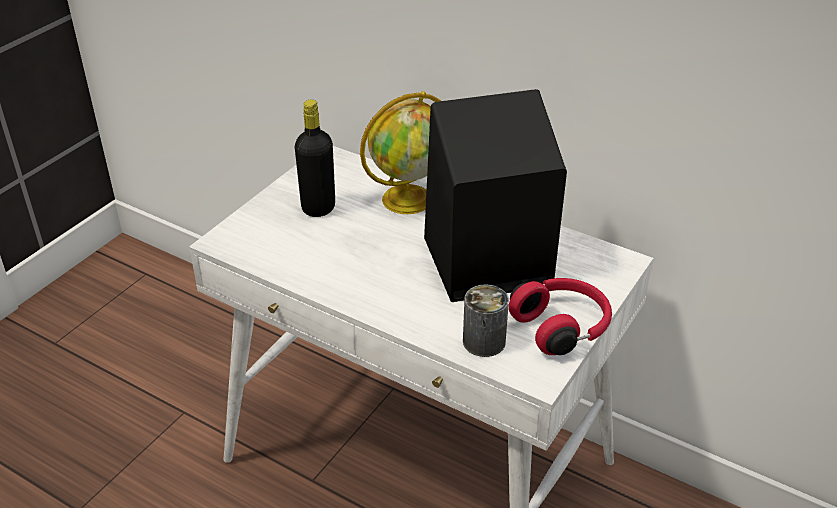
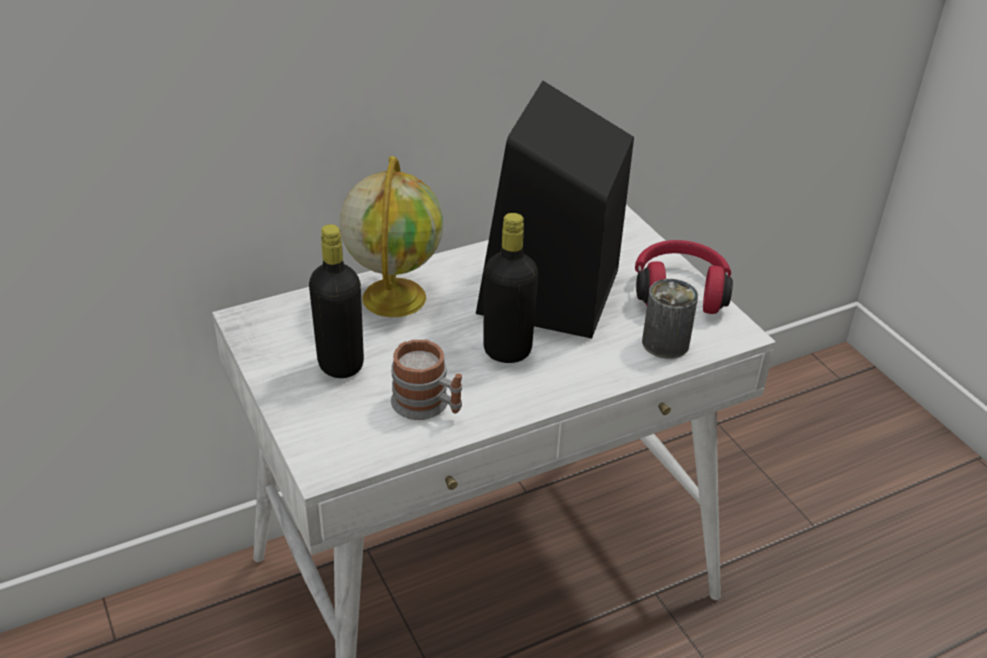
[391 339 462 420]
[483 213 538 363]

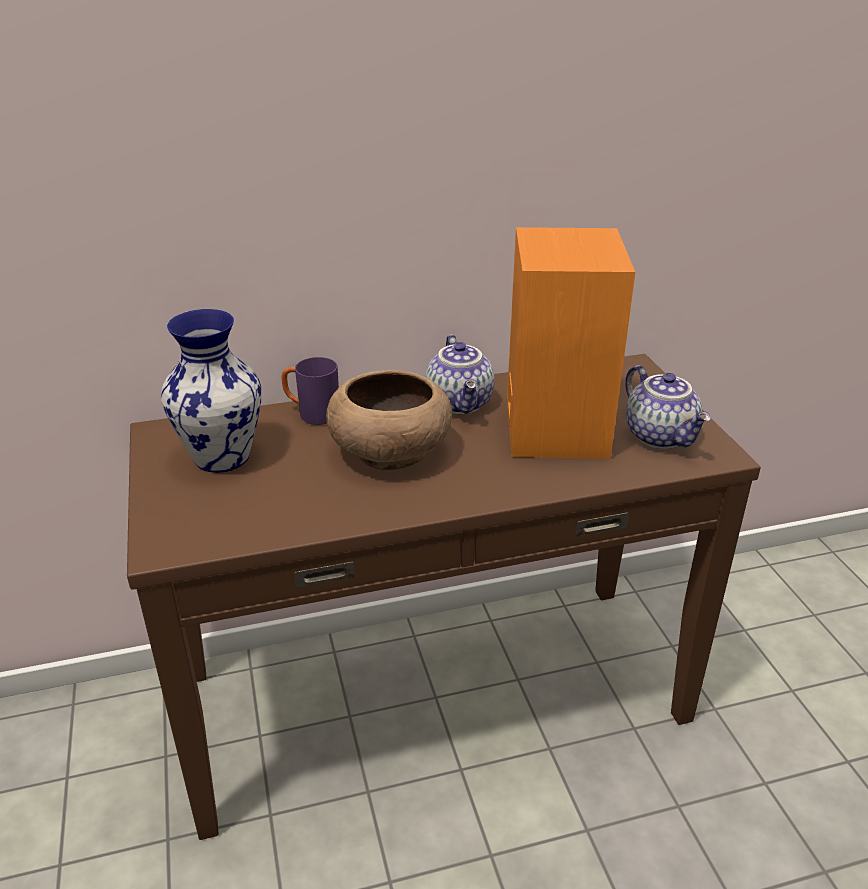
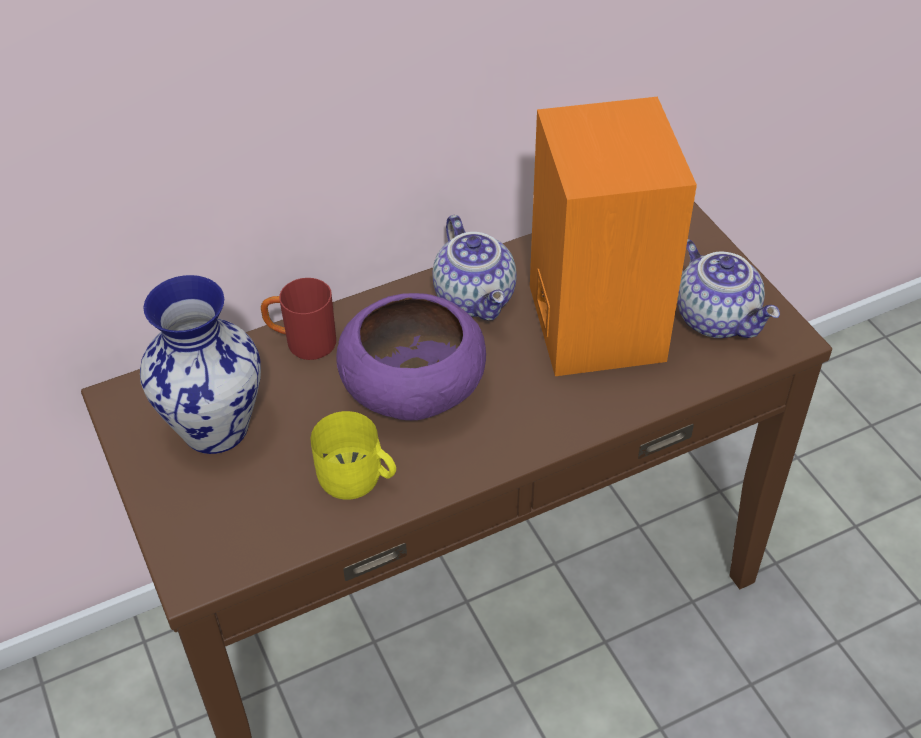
[261 278 336 360]
[336 293 486 420]
[311 411 396 500]

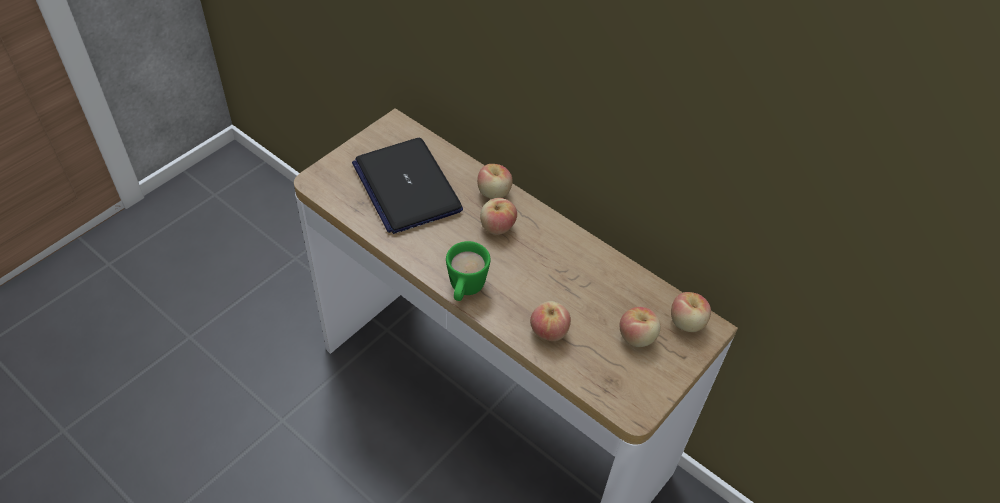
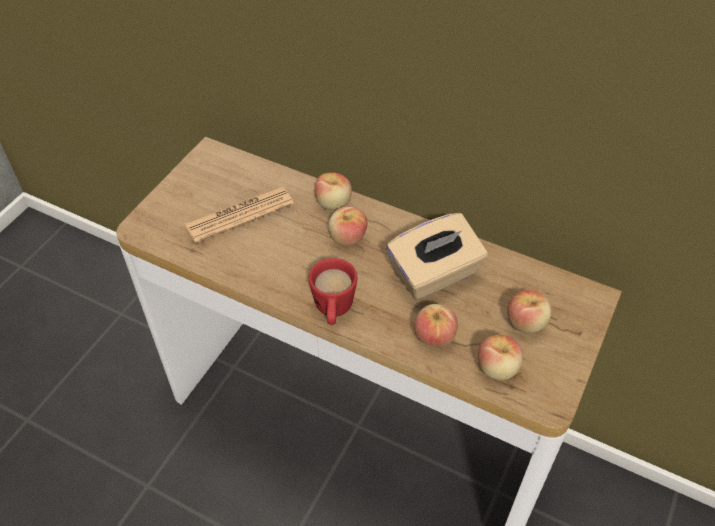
[185 187 294 243]
[309 258 357 325]
[478 335 523 380]
[386 213 487 300]

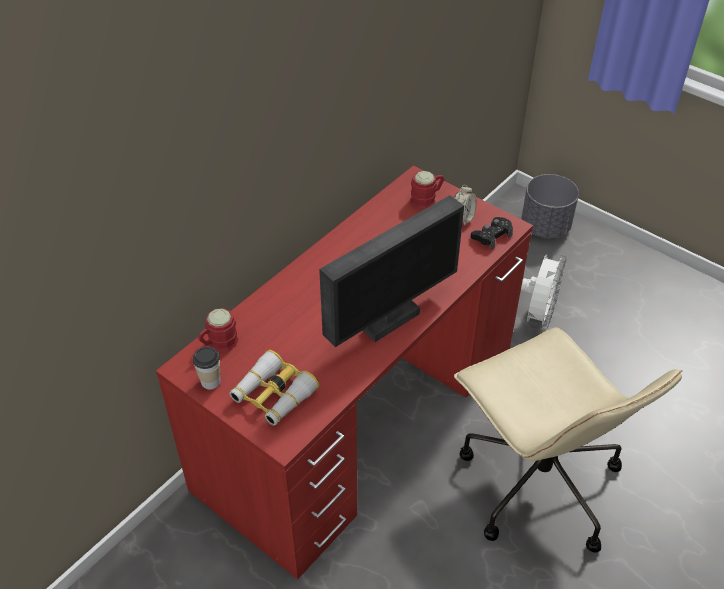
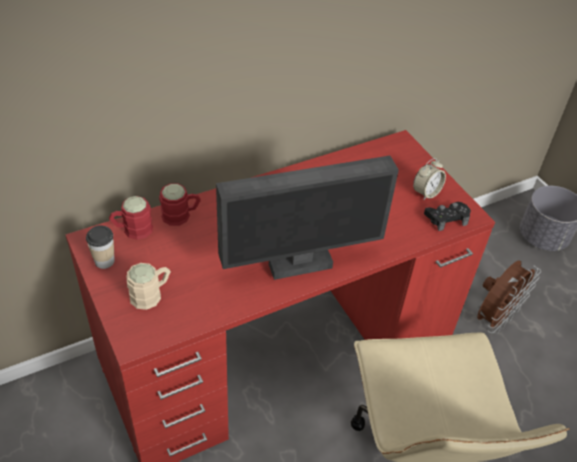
[126 263 171 310]
[159 184 201 226]
[477 260 541 334]

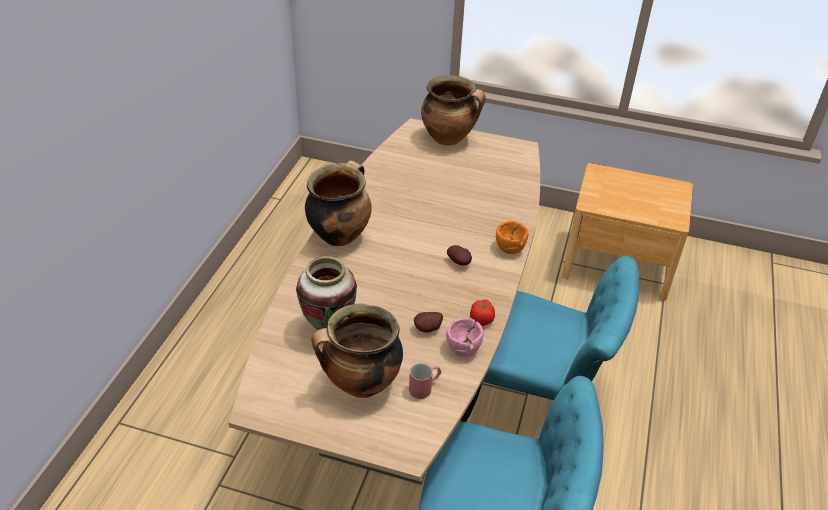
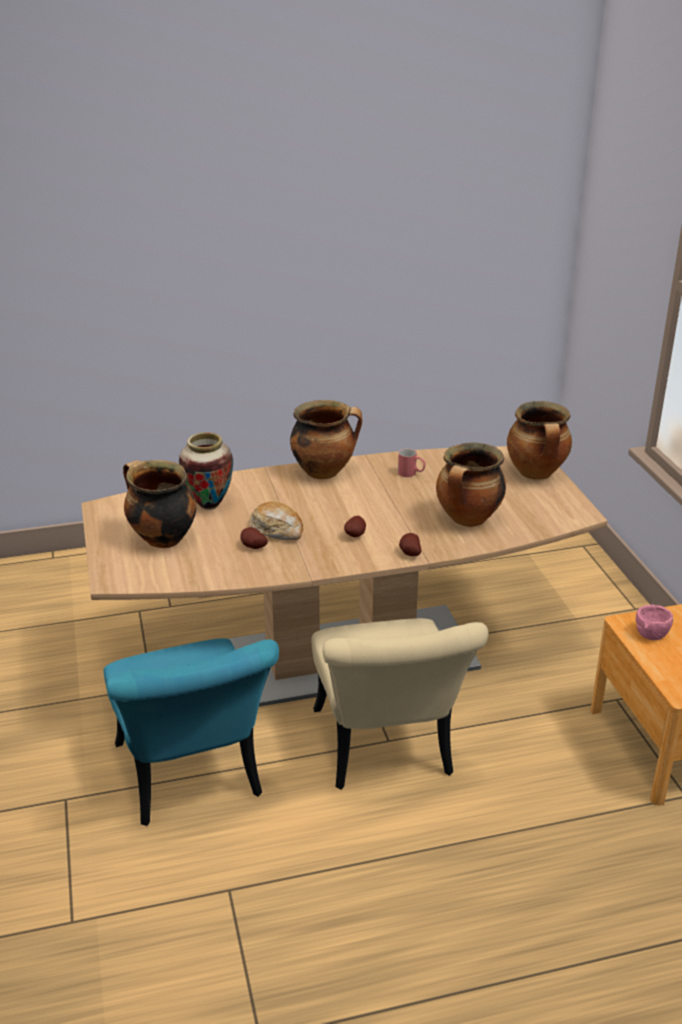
[398 448 426 477]
[636 605 673 640]
[311 618 489 790]
[470 299 495 326] (first image)
[399 533 421 556]
[249 502 303 540]
[436 443 506 527]

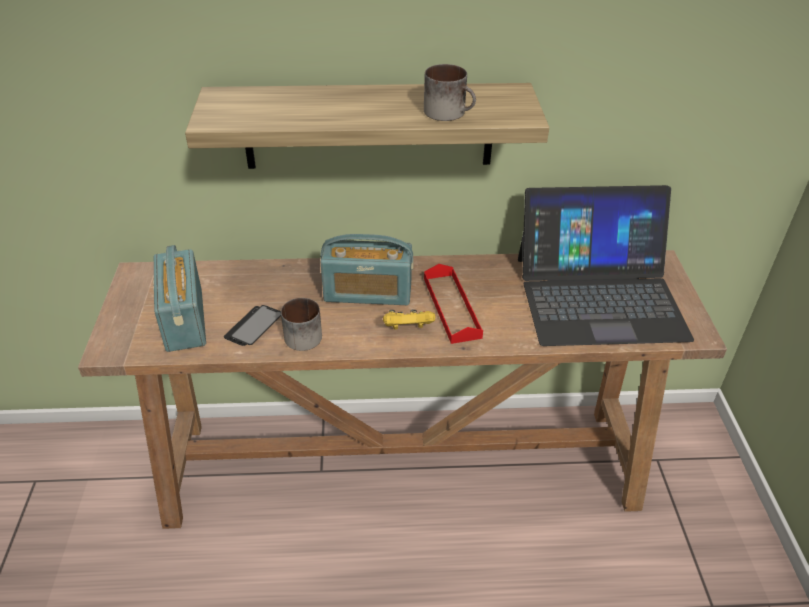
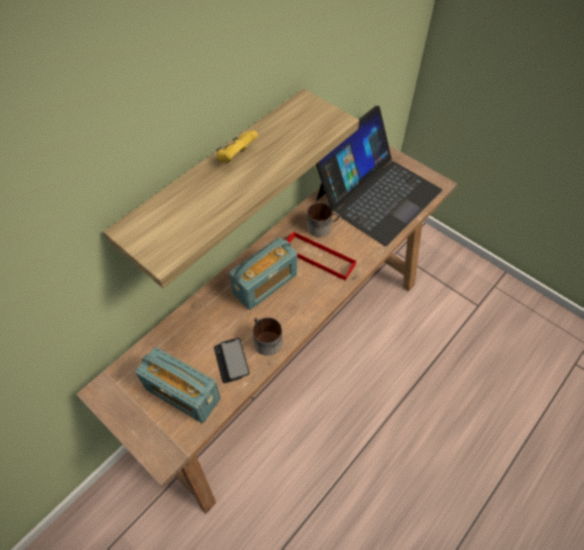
[216 130 258 163]
[307 202 340 237]

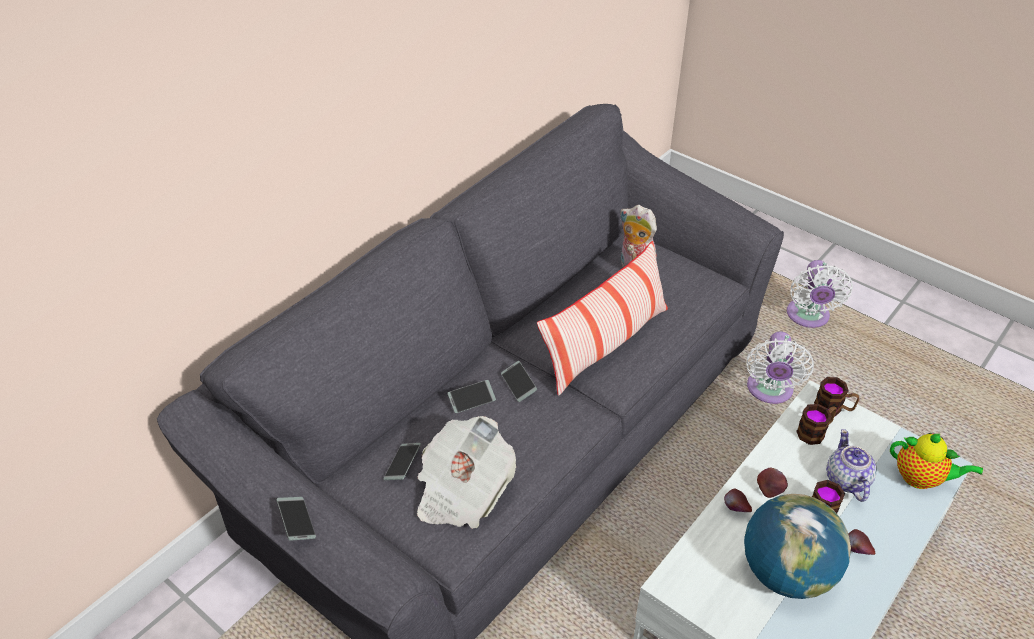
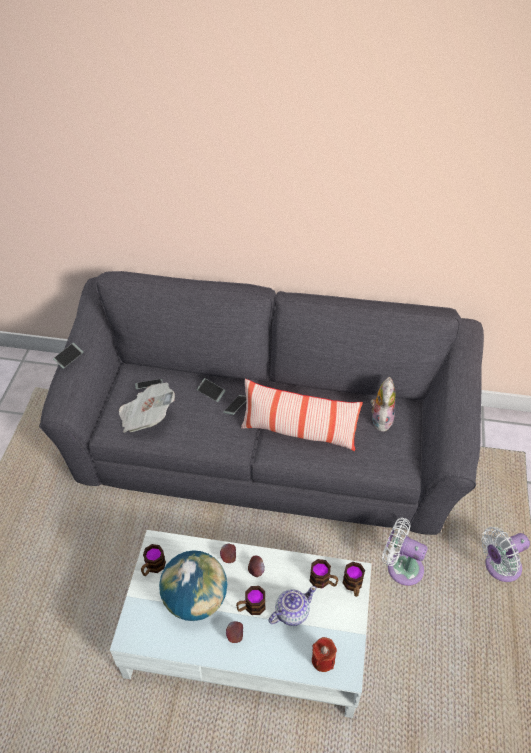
[382 518 428 586]
[312 637 337 672]
[141 544 166 576]

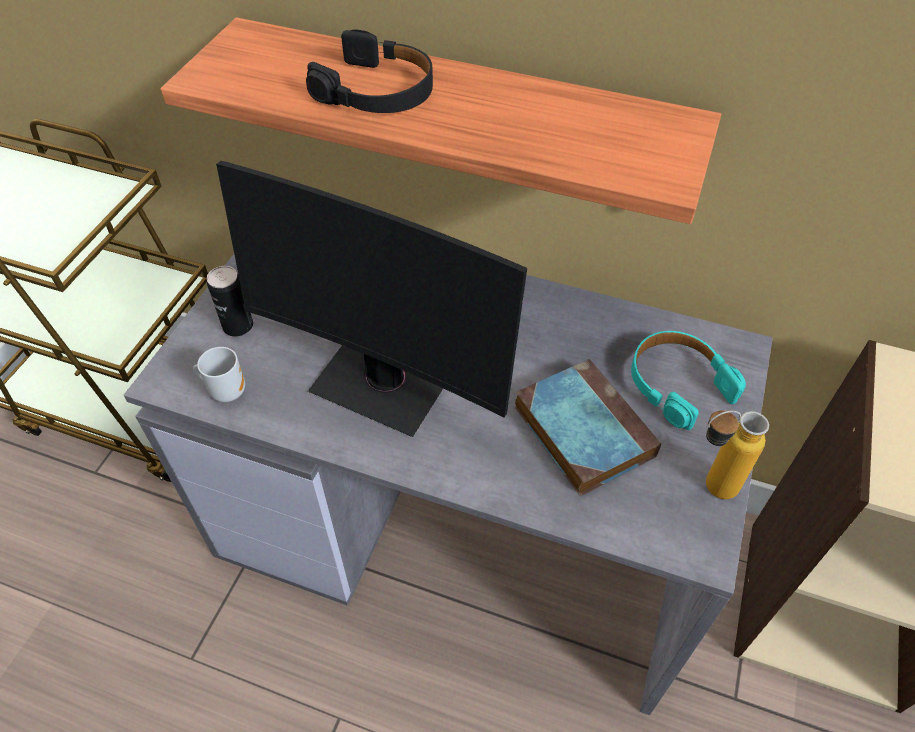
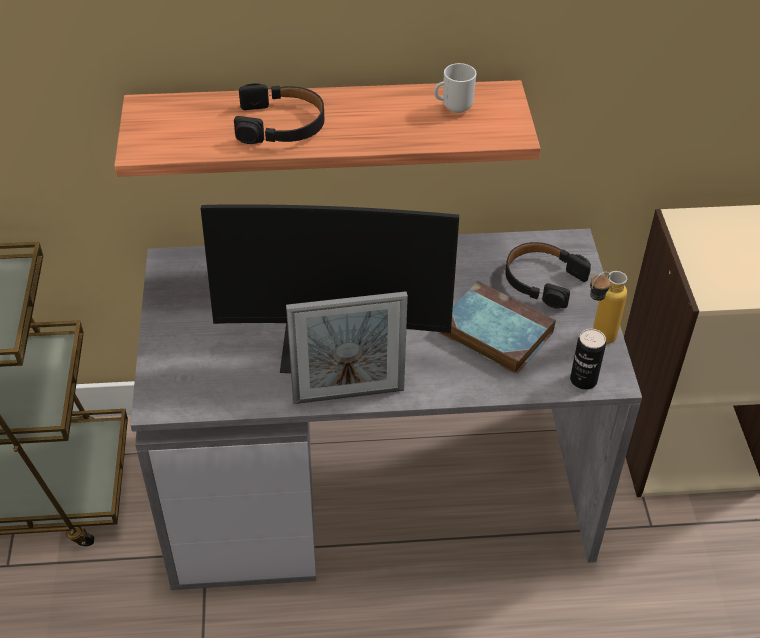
[434 63 476 113]
[570 329 606 390]
[505 242 591 309]
[286 291 408 404]

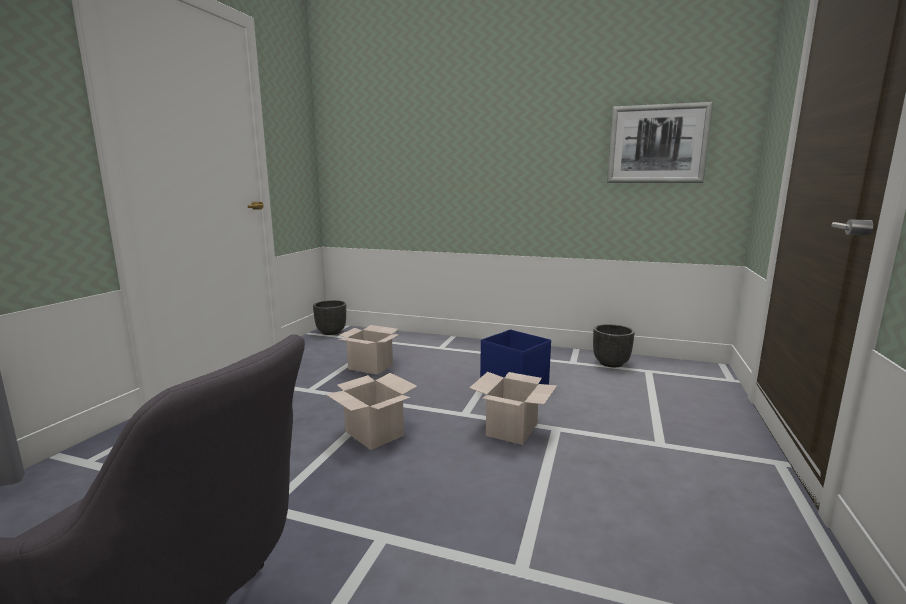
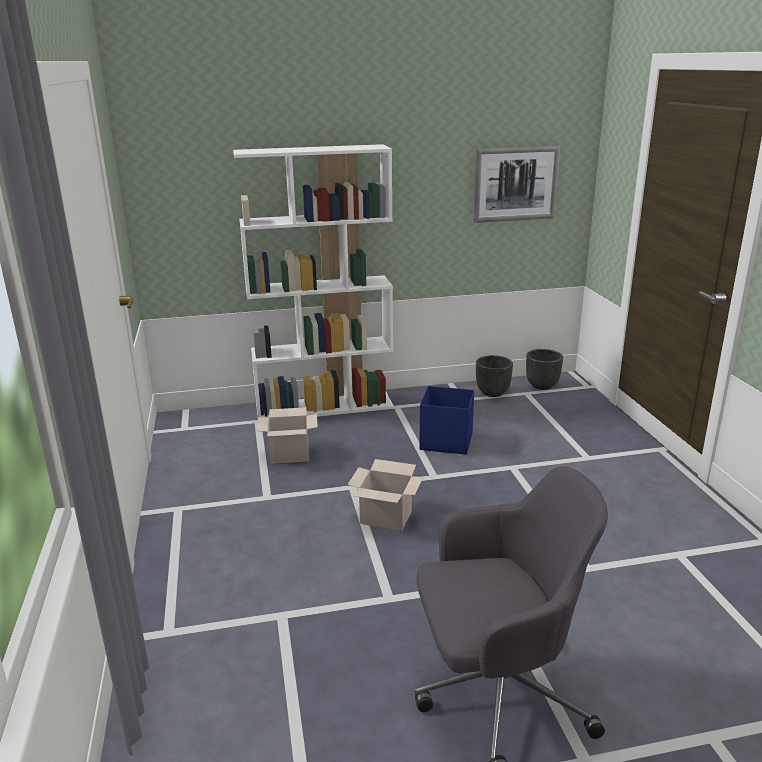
[526 349 563 390]
[470 372 557 445] (first image)
[233 144 394 418]

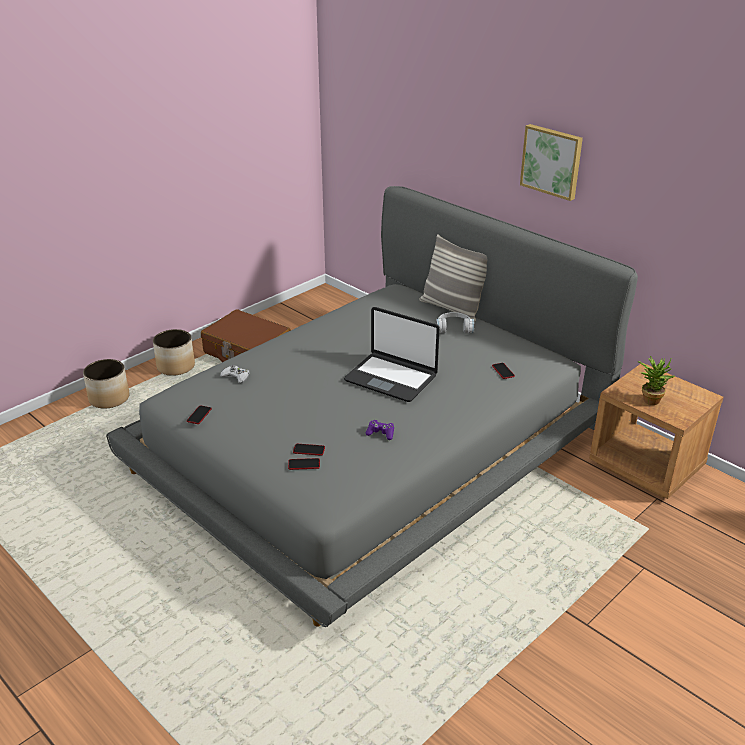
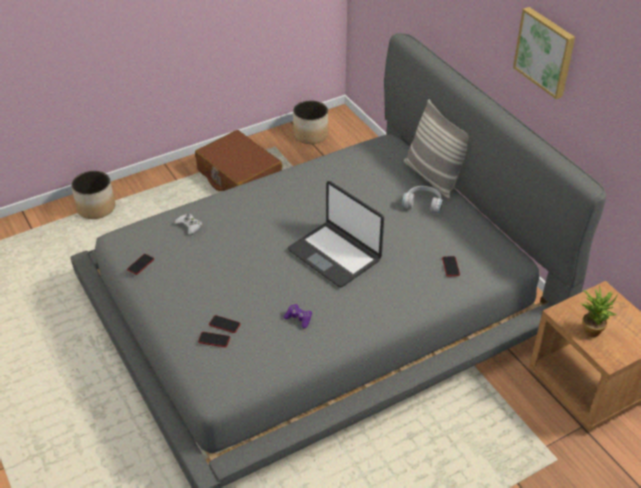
[293 101 328 144]

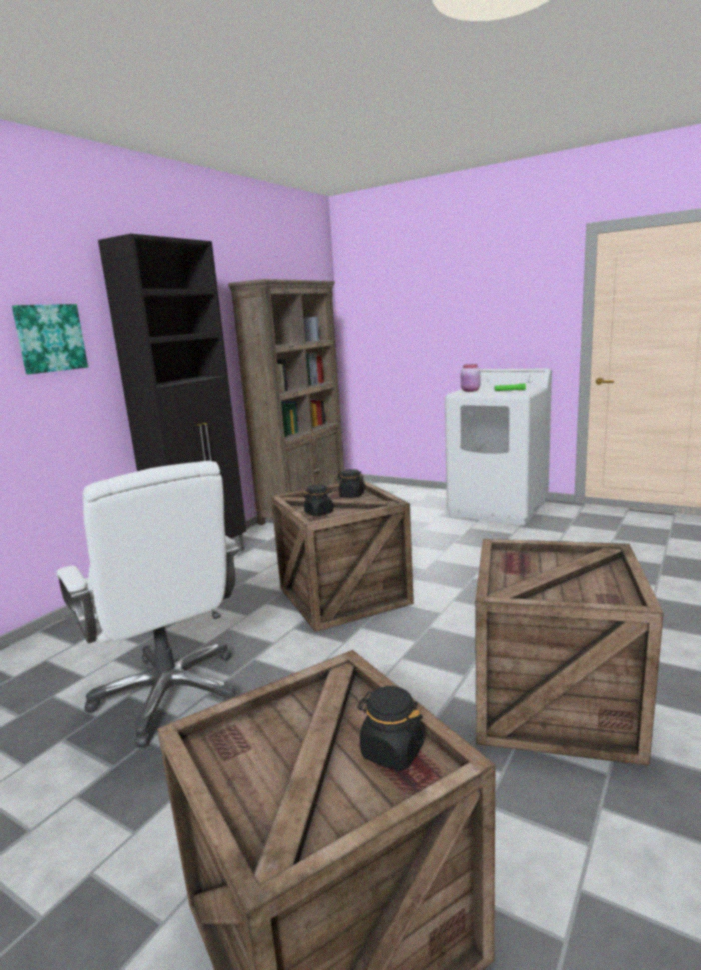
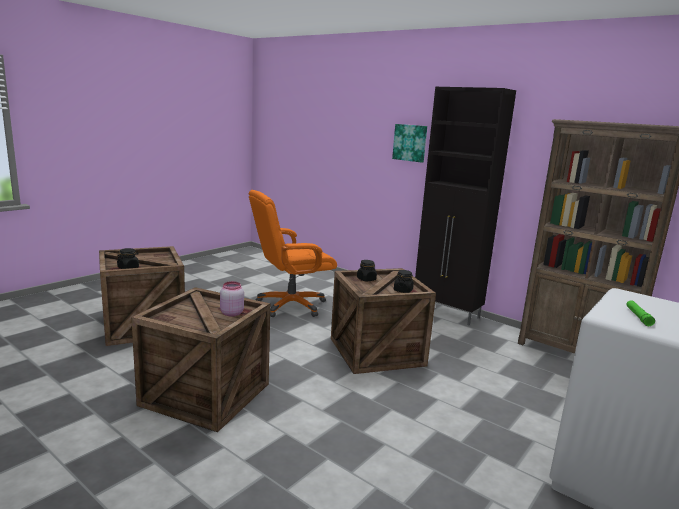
[249 190 337 317]
[220 281 244 317]

